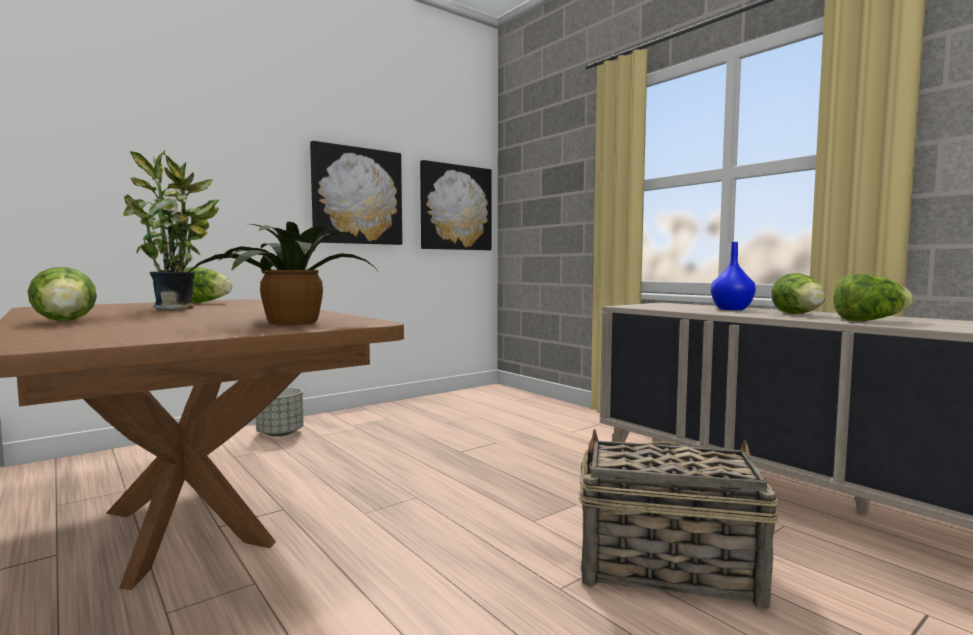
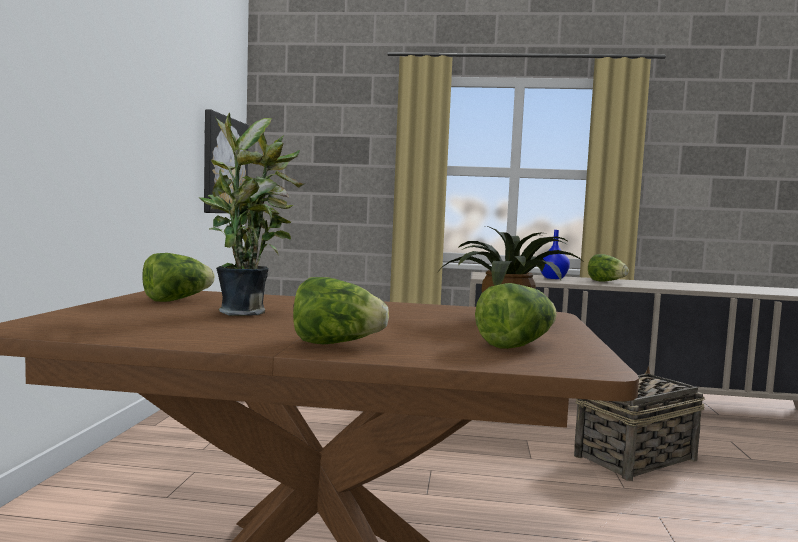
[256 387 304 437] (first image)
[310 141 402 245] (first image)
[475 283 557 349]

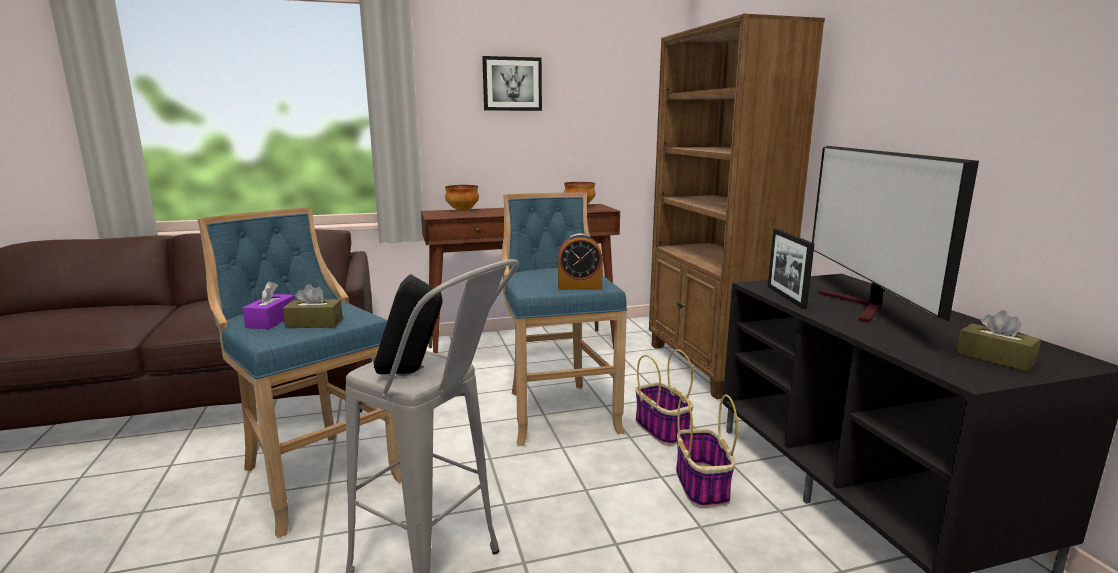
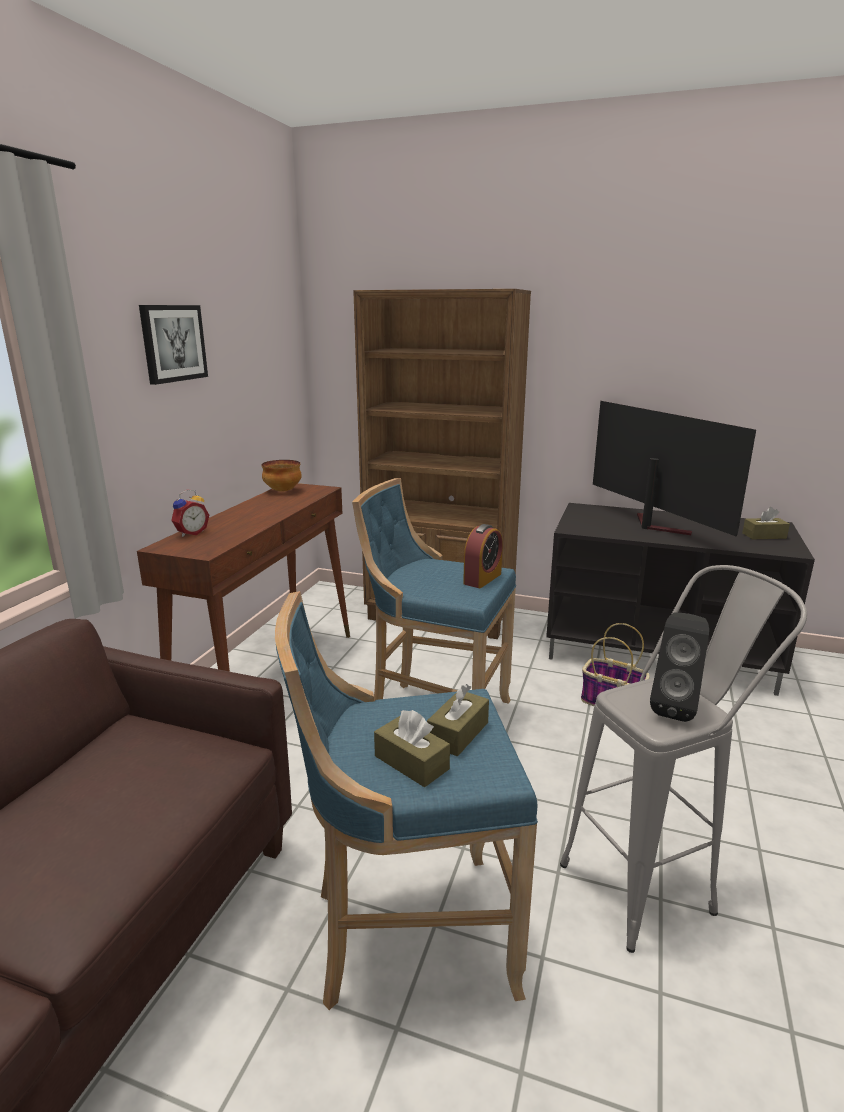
[374 710 450 787]
[171 490 209 537]
[635 349 694 446] (first image)
[768 229 815 309] (first image)
[593 401 756 537]

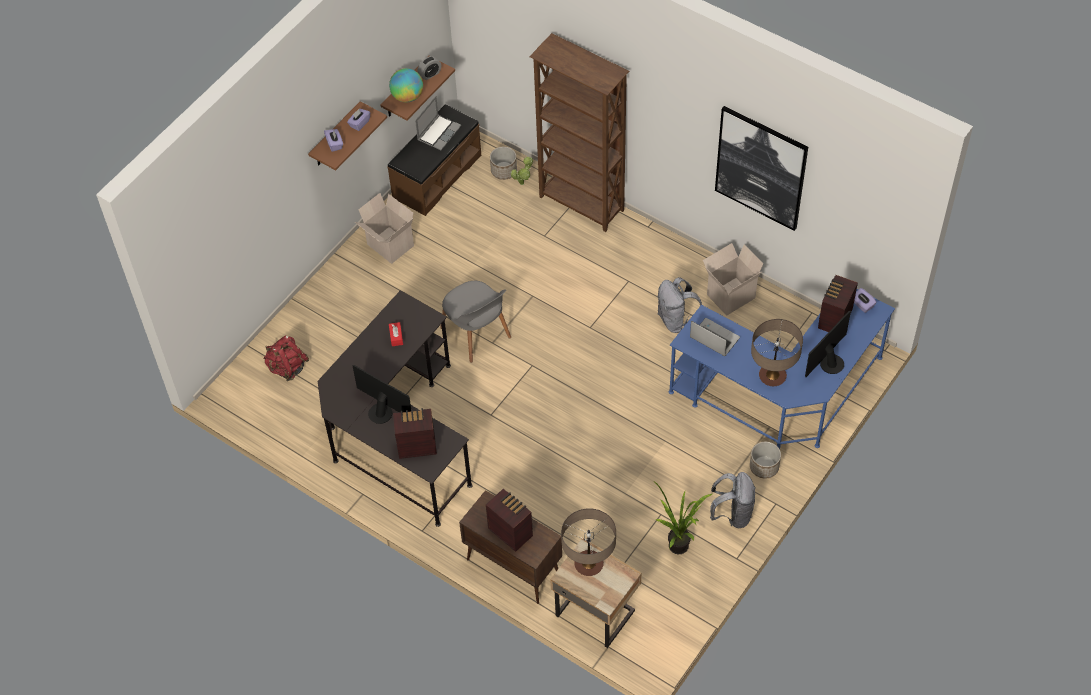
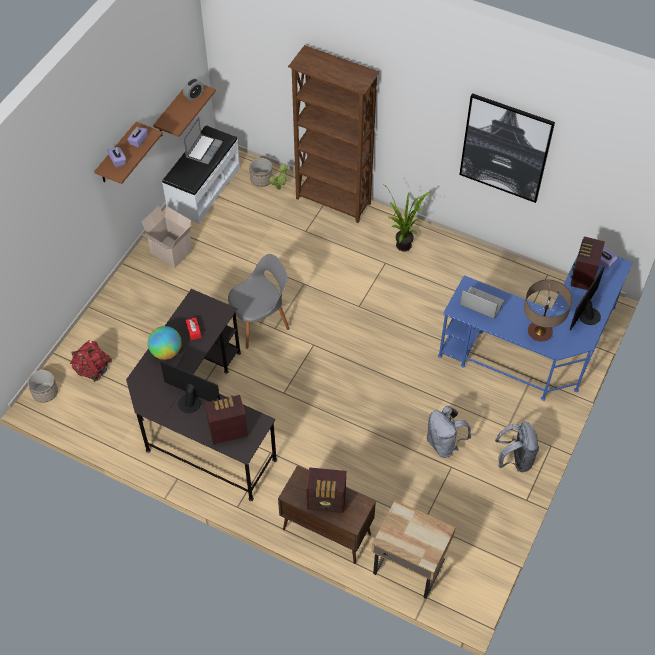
[162 125 240 224]
[148 326 182 360]
[228 254 290 349]
[307 467 346 513]
[561 508 616 576] (first image)
[387 188 432 252]
[427 406 471 458]
[703 243 763 316] (first image)
[28 370 58 403]

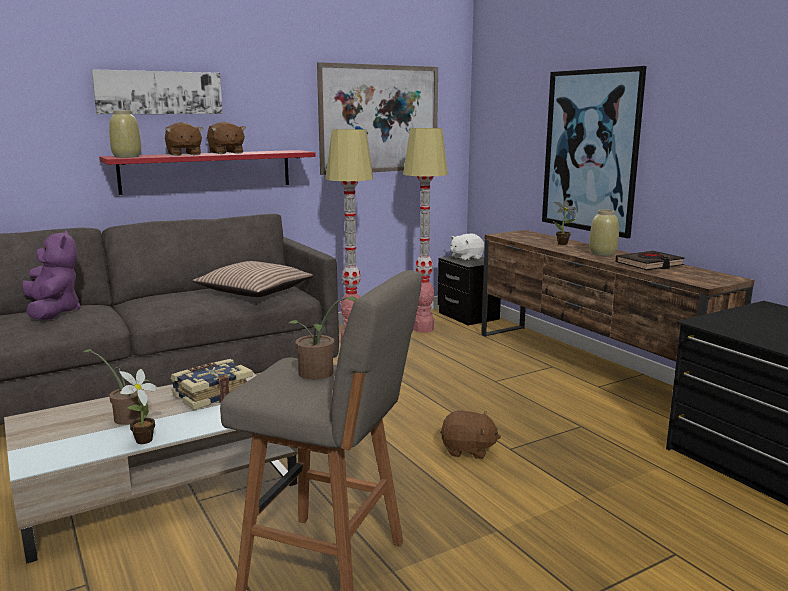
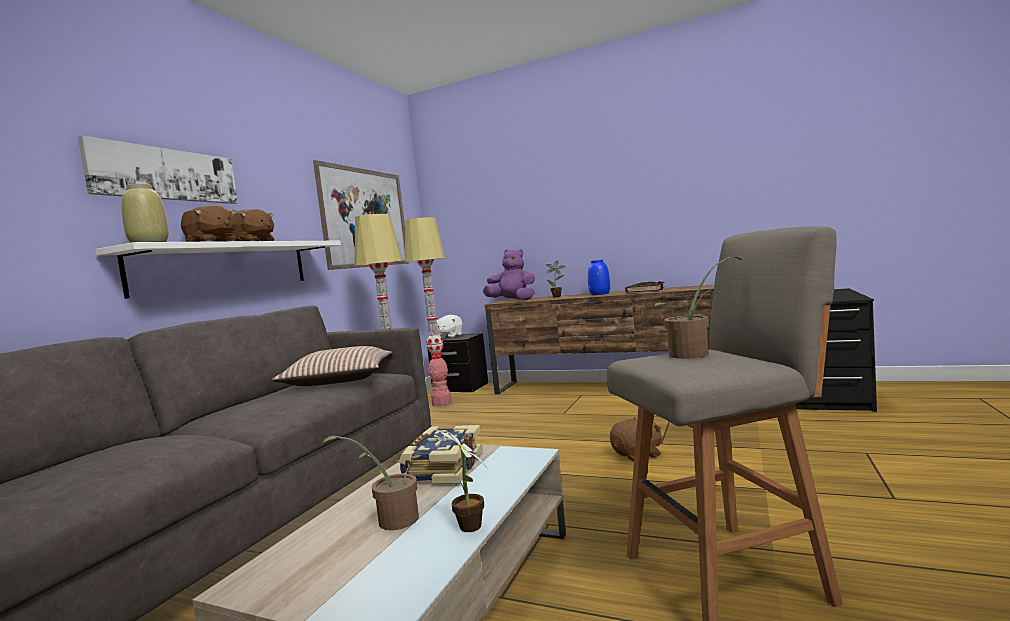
[483 249 535 300]
[95 241 341 299]
[542 66 647 238] (first image)
[588 260 610 295]

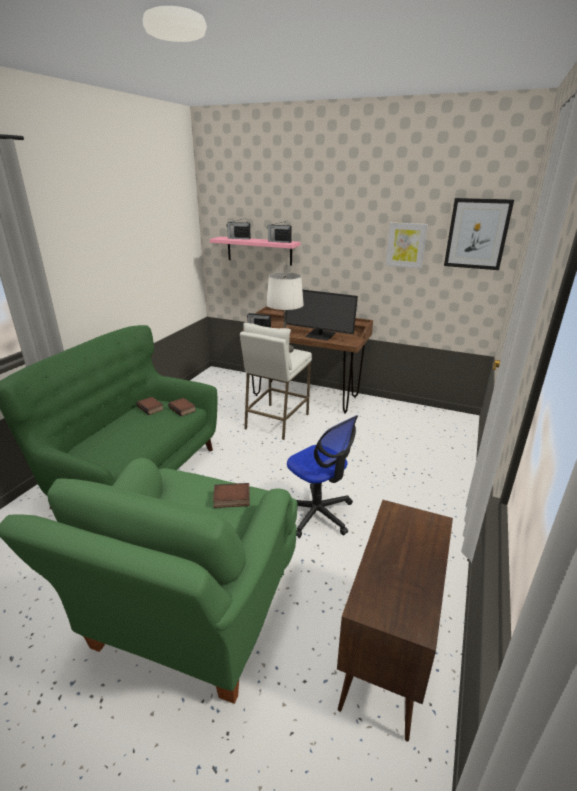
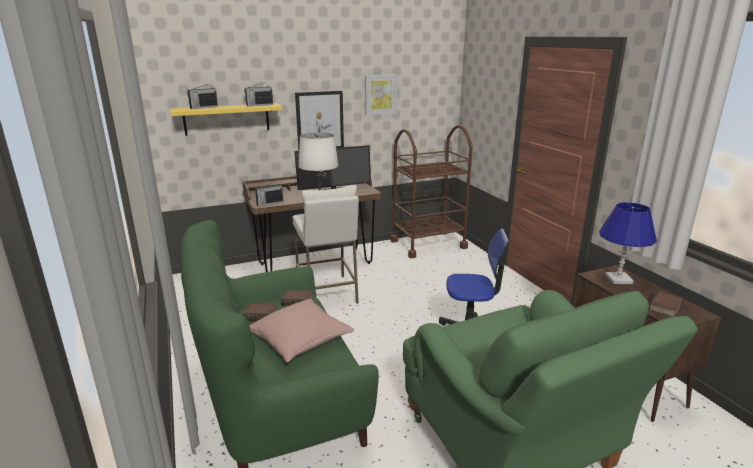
[170 103 282 136]
[649 291 683 317]
[295 91 344 151]
[249 299 354 362]
[391 125 473 258]
[599 202 657 284]

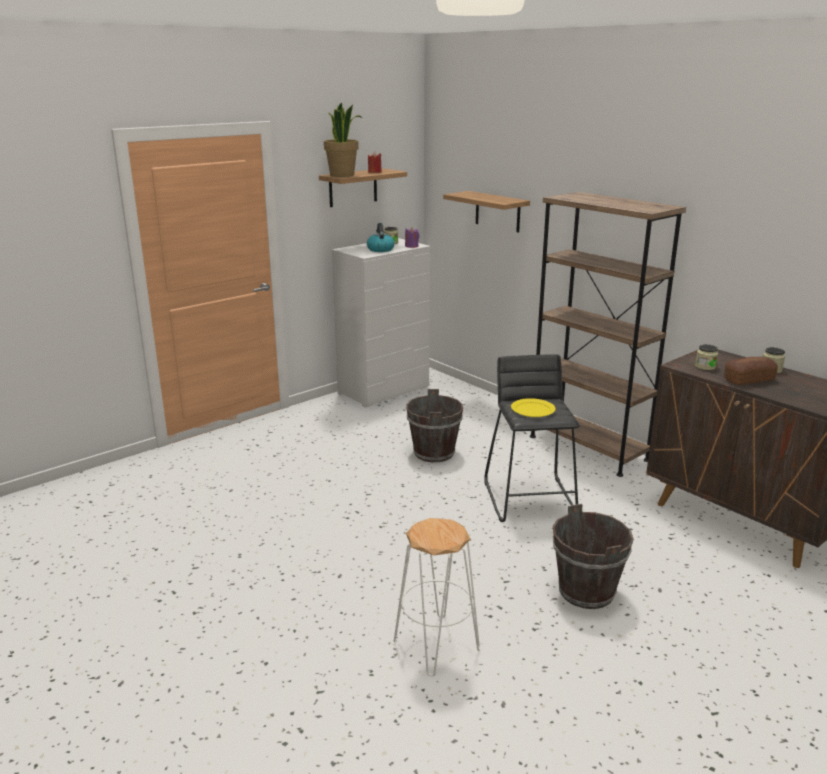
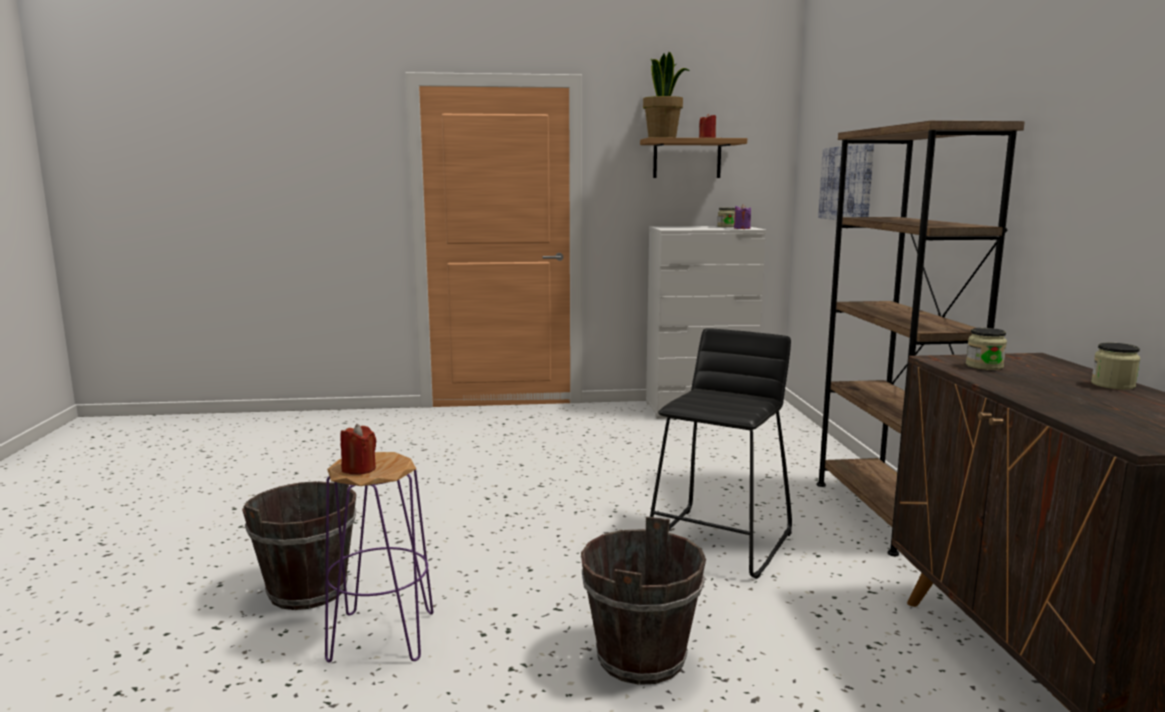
[367 223 395 252] (first image)
[325 452 433 662]
[242 481 357 610]
[818 144 874 220]
[511 398 556 417] (first image)
[724 357 778 385] (first image)
[340 424 376 475]

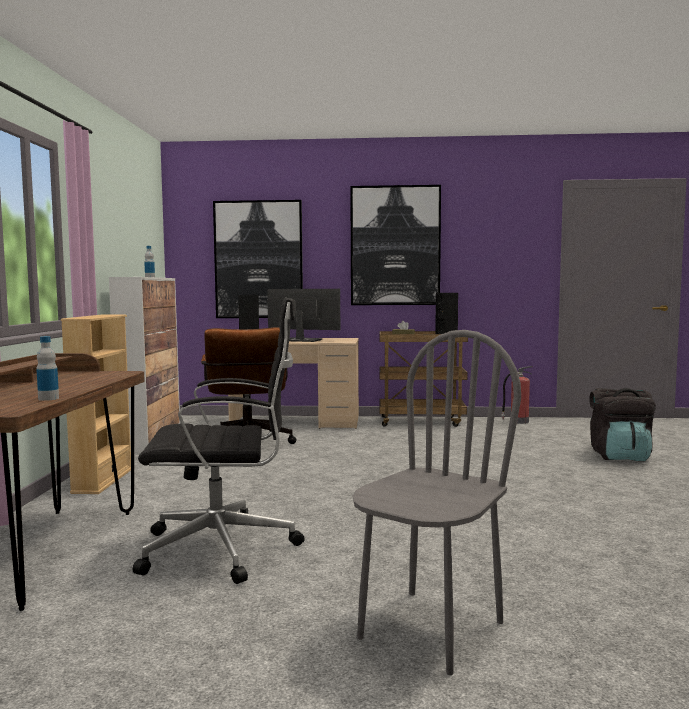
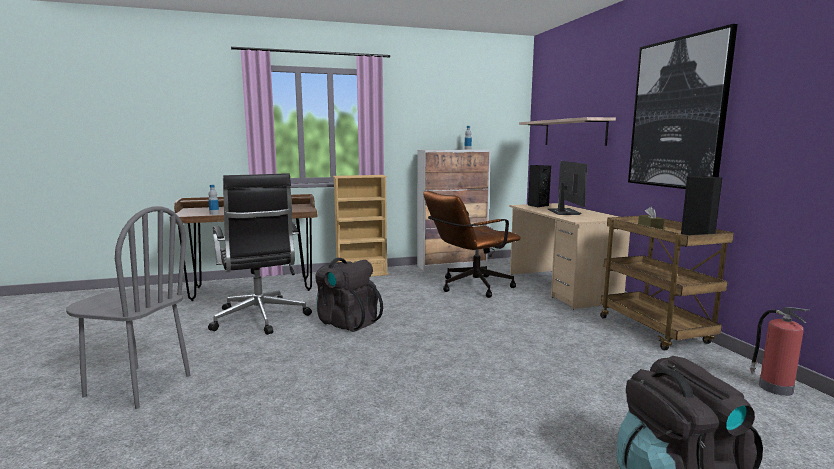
[519 117 616 146]
[316 258 383 332]

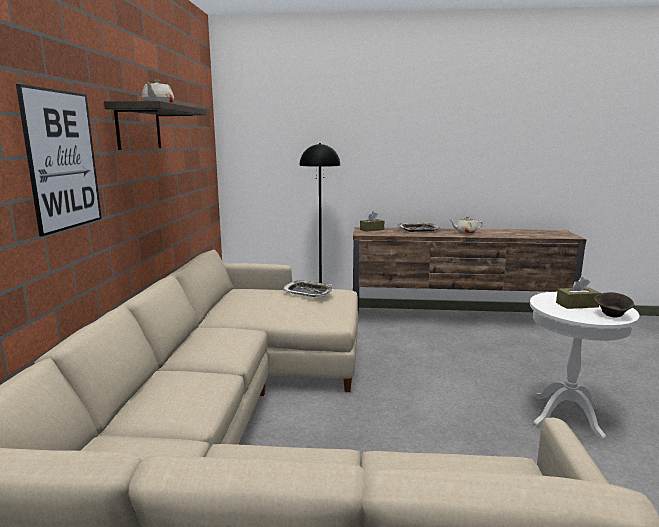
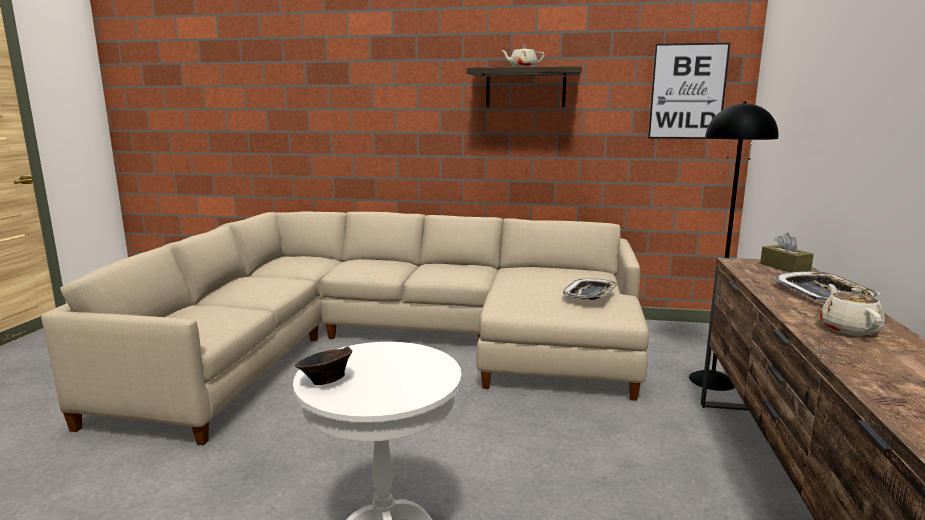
[648 43 730 139]
[556 277 601 309] (first image)

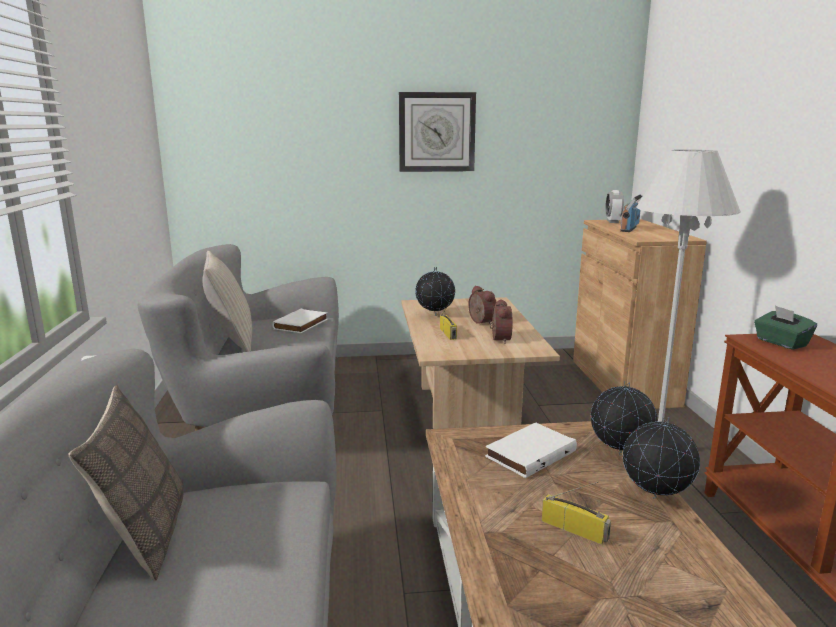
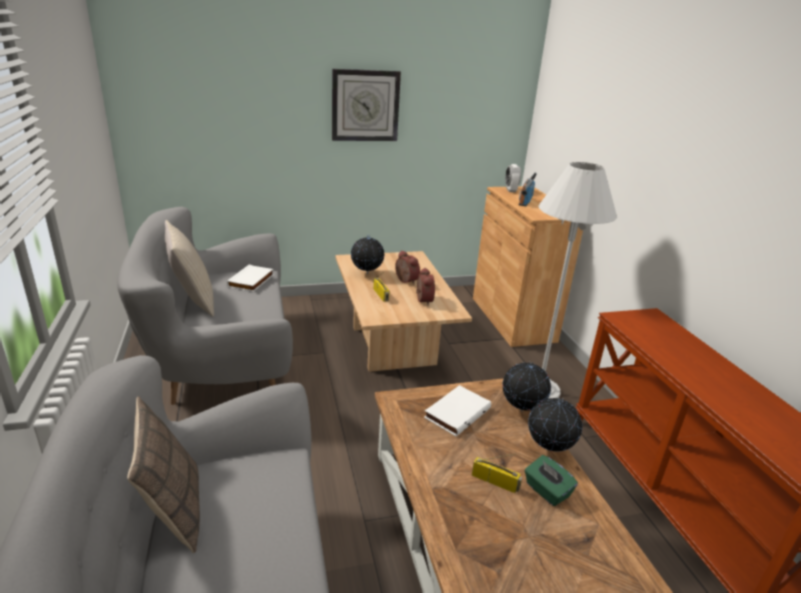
[525 455 578 506]

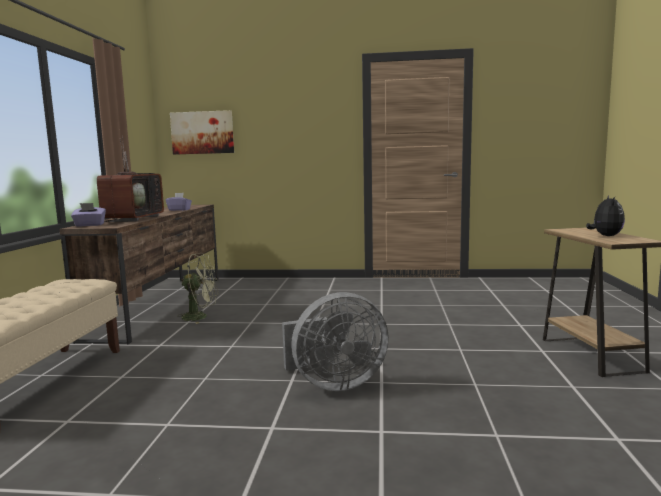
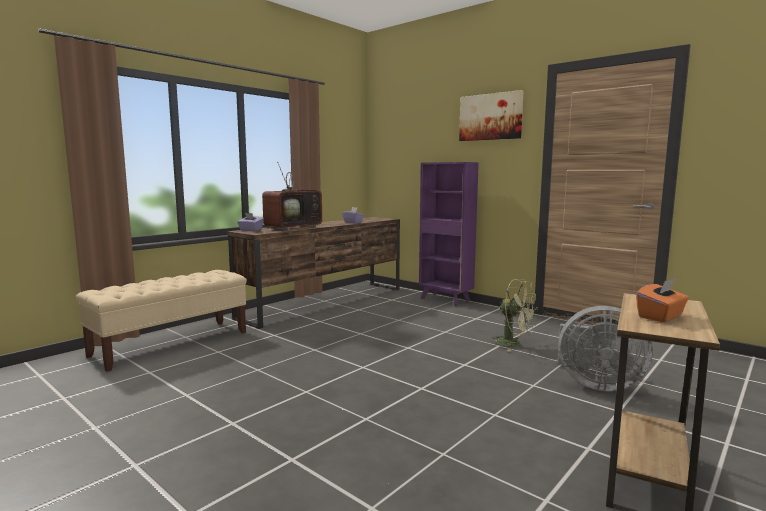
[459 90 524 141]
[492 279 538 352]
[558 306 653 391]
[636 279 689 323]
[419 162 479 306]

